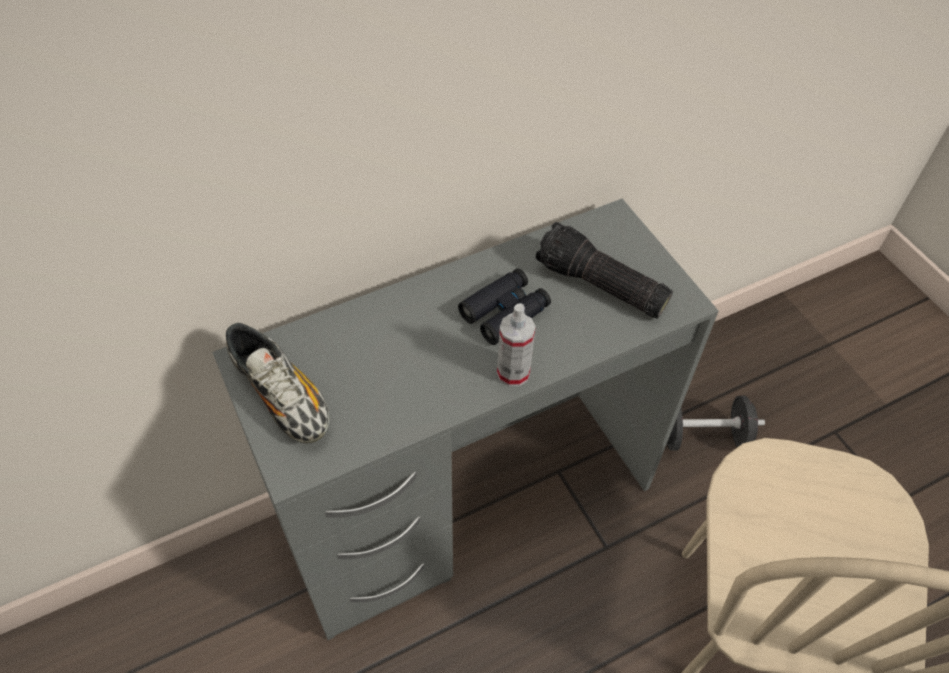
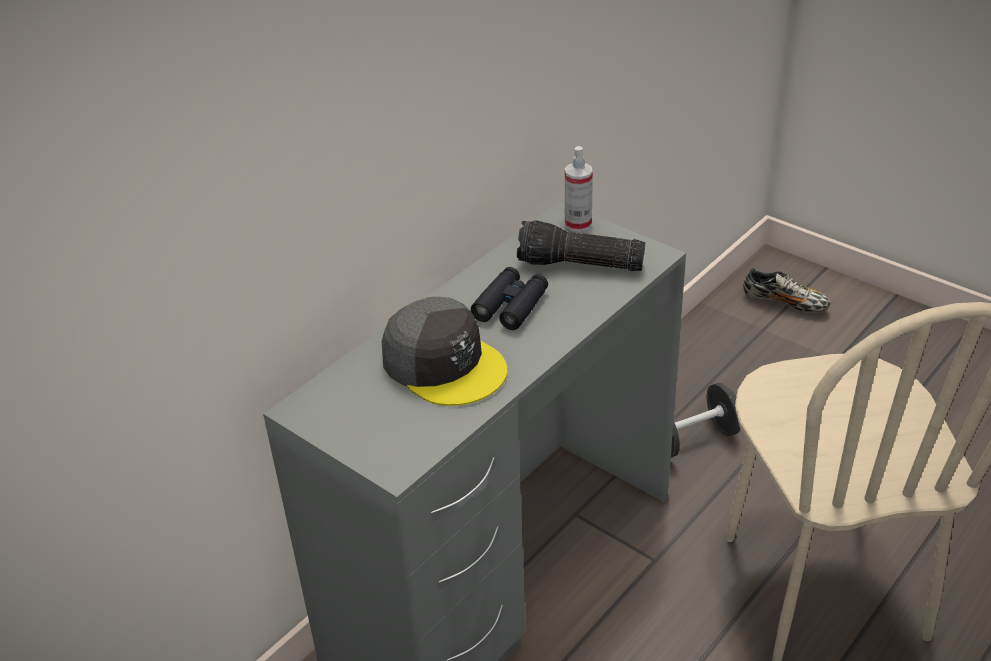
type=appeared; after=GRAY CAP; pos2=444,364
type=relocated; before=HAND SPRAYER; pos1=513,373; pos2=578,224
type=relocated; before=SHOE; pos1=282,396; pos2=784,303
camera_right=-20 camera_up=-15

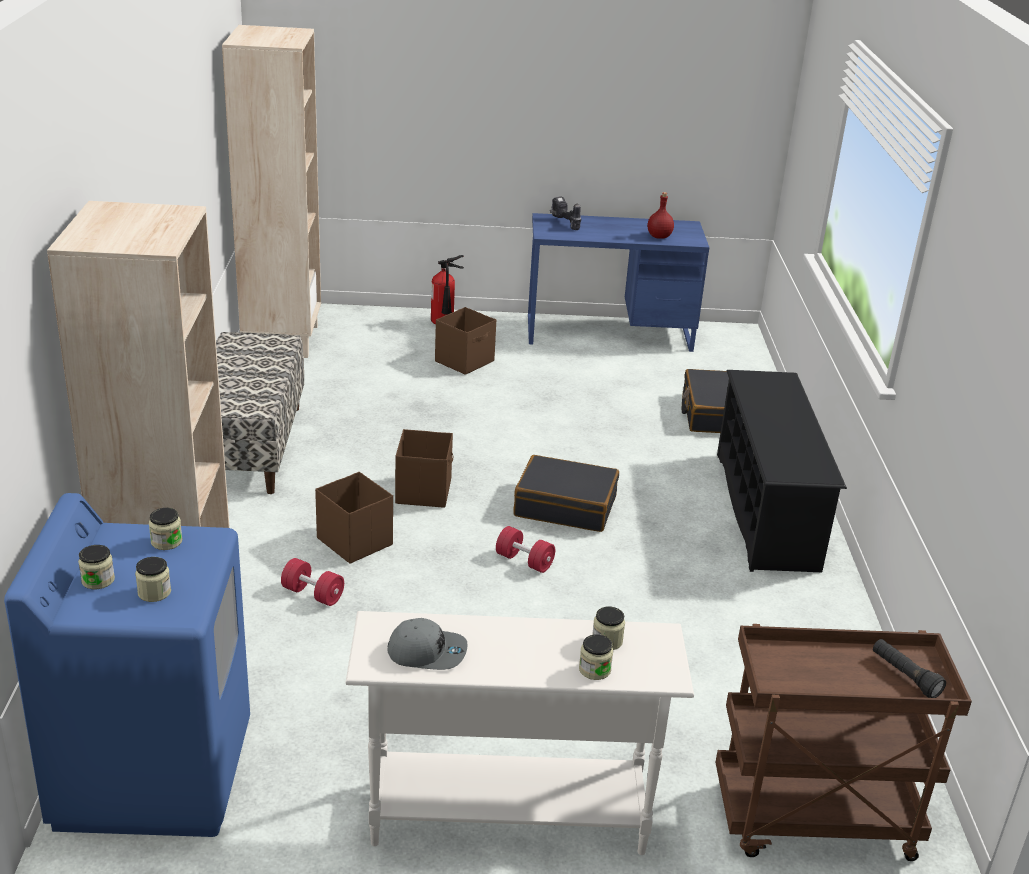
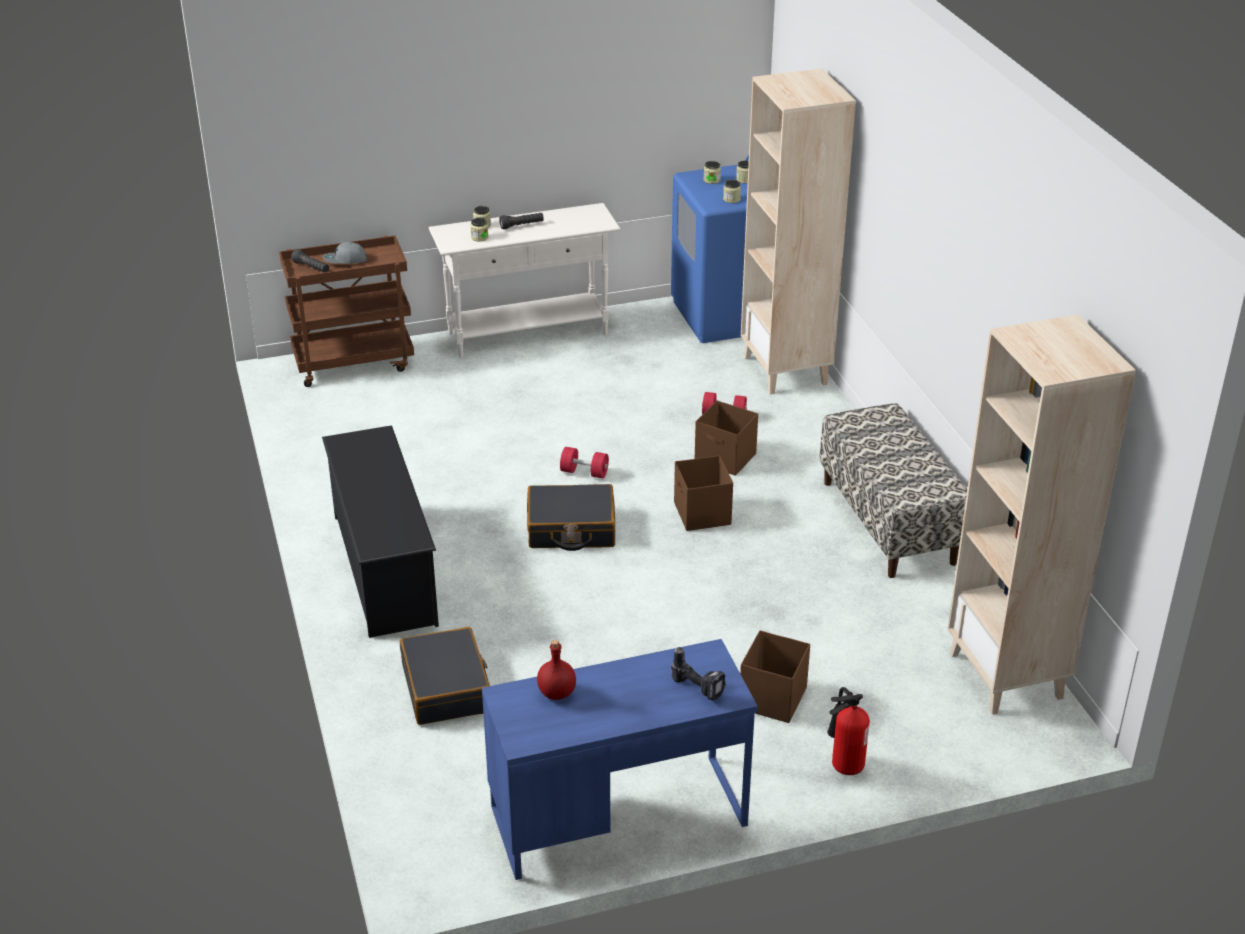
type=relocated; before=GRAY CAP; pos1=427,652; pos2=345,260
type=appeared; after=BLACKISH HAND TORCH; pos2=522,226
camera_right=165 camera_up=5

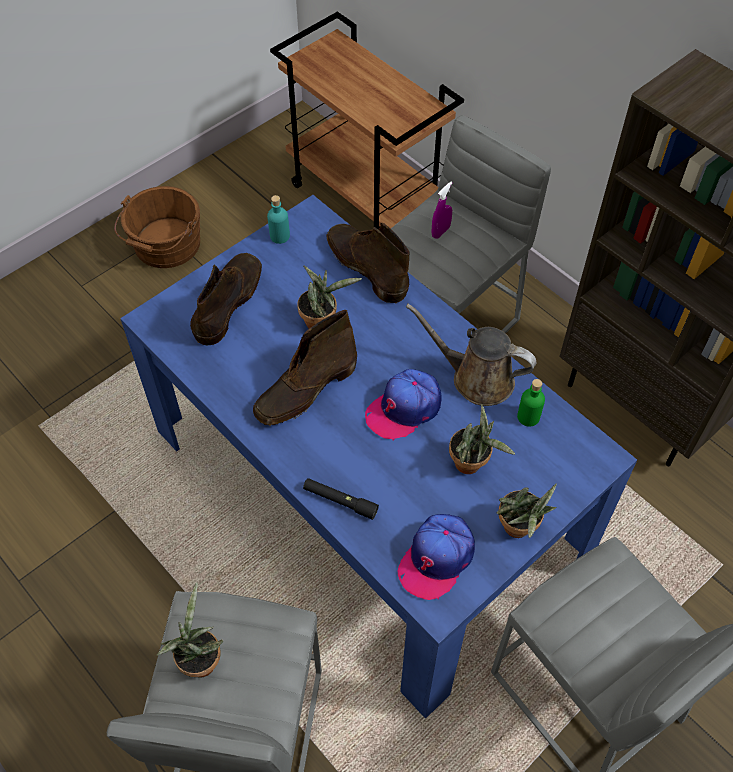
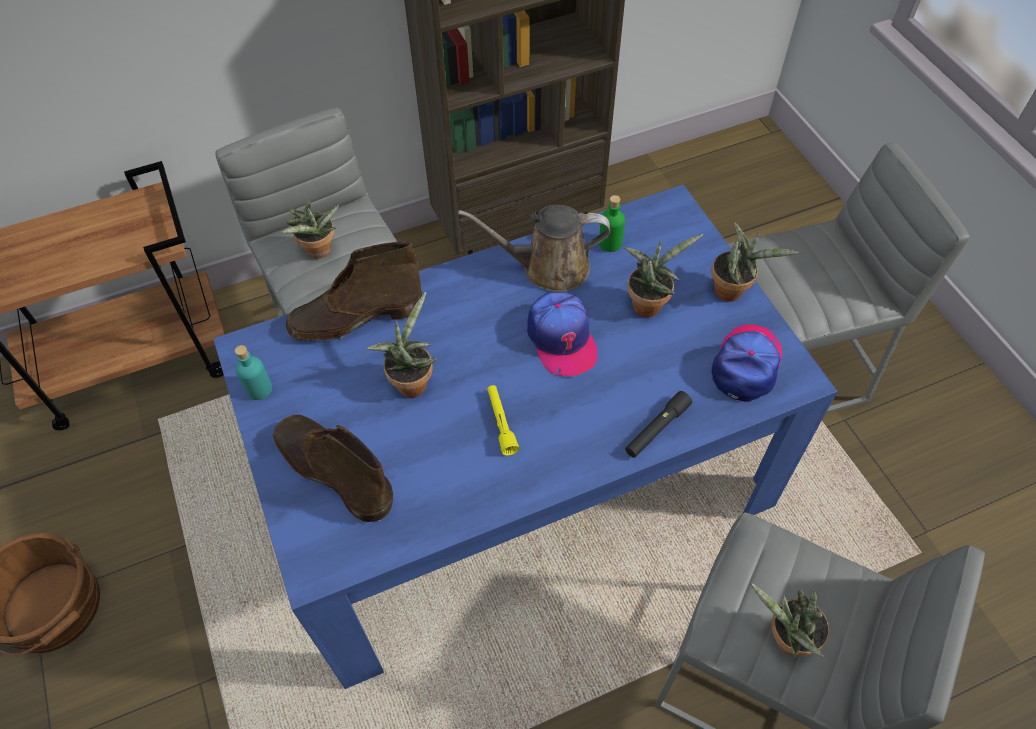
type=exchanged; before=PURPLE HAND SPRAYER; after=PLANT IN A POT; pos1=440,232; pos2=319,253
type=spun; before=BROWNISH WATERING POT; pos1=476,378; pos2=548,268; turn=45
type=exchanged; before=BROWNISH TALL BOOT; after=YELLOW HAND TORCH; pos1=305,390; pos2=501,423
type=spun; before=CAP; pos1=436,558; pos2=747,365; turn=-120
camera_right=-70 camera_up=0

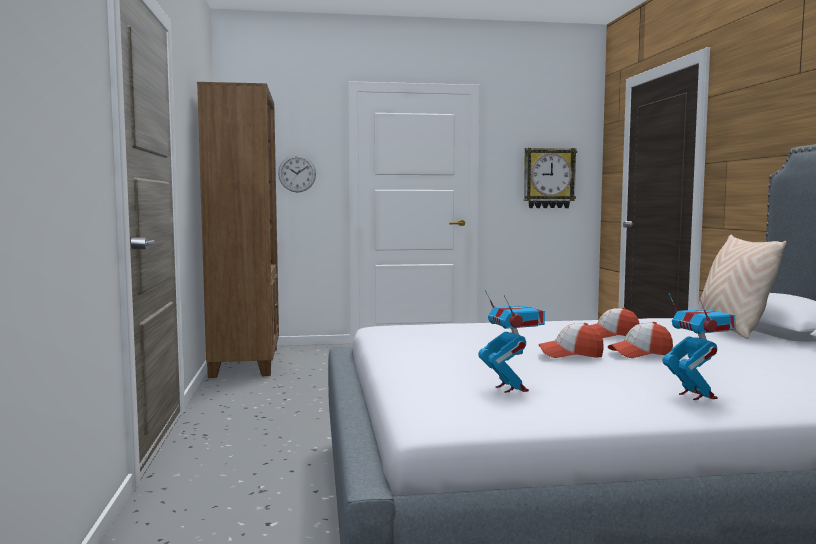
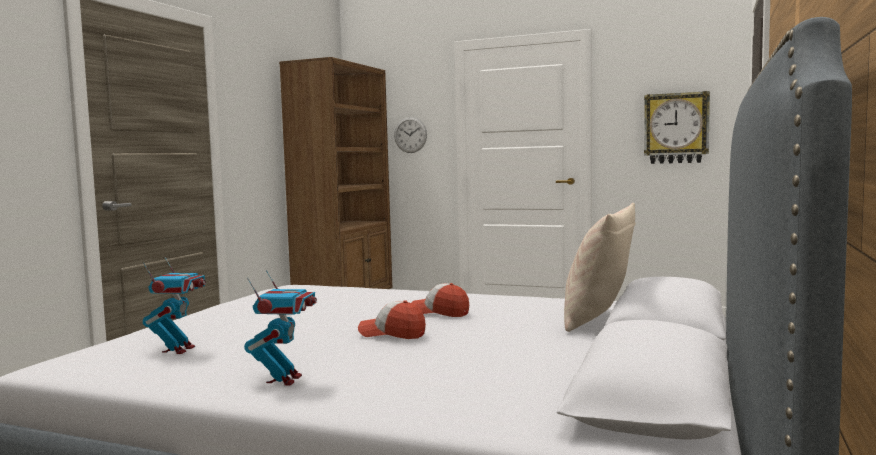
type=missing; before=CAP; pos1=570,354
camera_right=30 camera_up=0

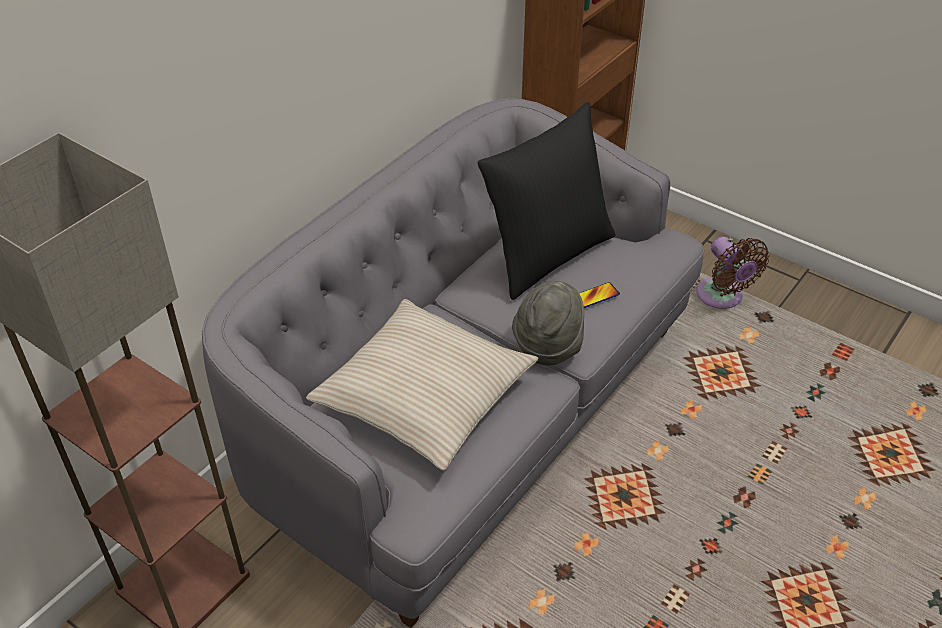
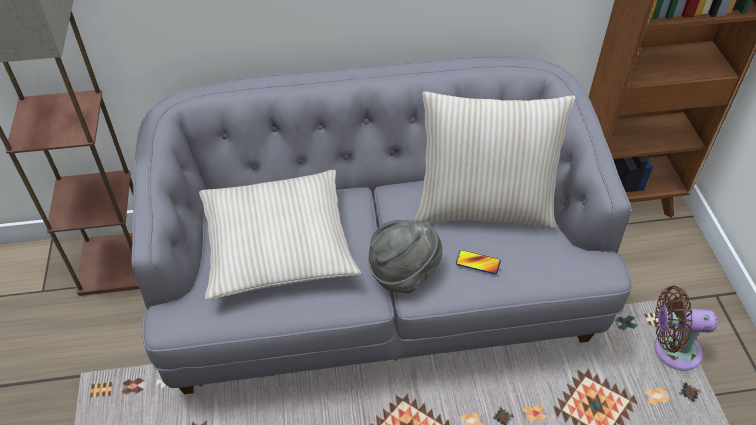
type=colour; before=BLACKISH PILLOW; after=BEIGE-COLOURED PILLOW; pos1=546,255; pos2=484,207
type=spun; before=BROWNISH COOLING FAN; pos1=722,298; pos2=671,350; turn=75
camera_right=45 camera_up=5

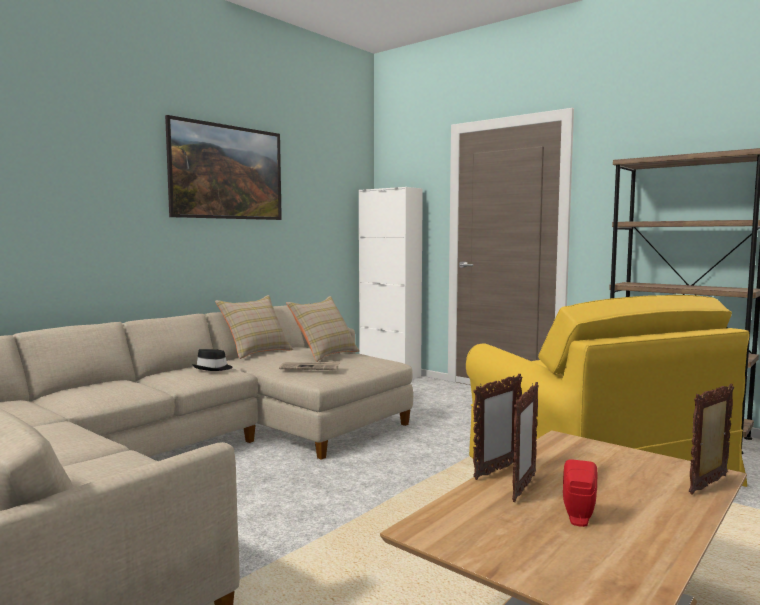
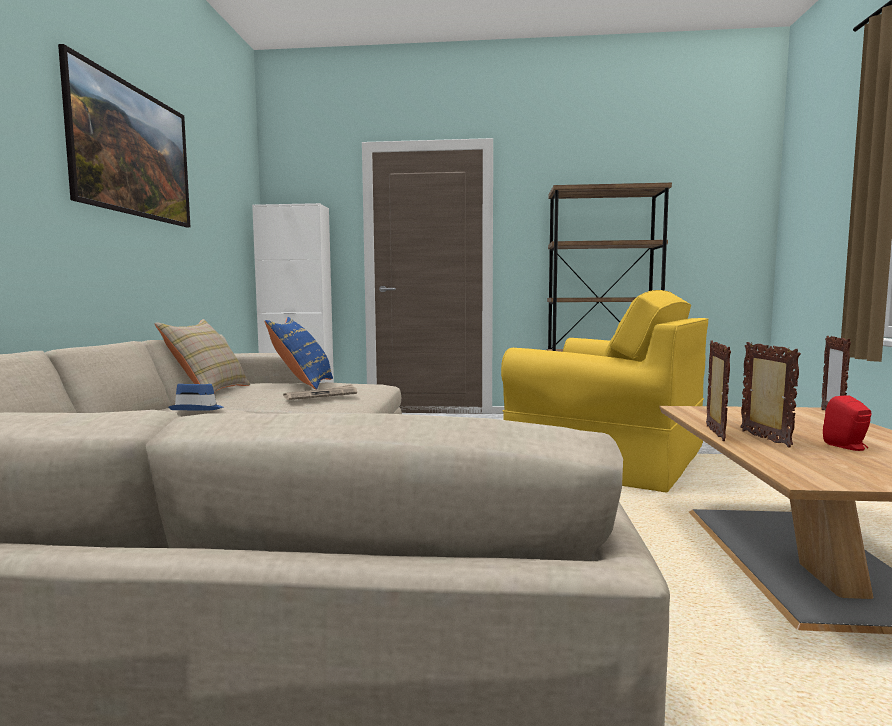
type=colour; before=BLACKISH CLOTHING HAT; after=BLUE-COLOURED CLOTHING HAT; pos1=213,369; pos2=198,409
type=colour; before=BEIGE-COLOURED PILLOW; after=BLUE-COLOURED PILLOW; pos1=324,355; pos2=303,384
camera_right=-35 camera_up=0

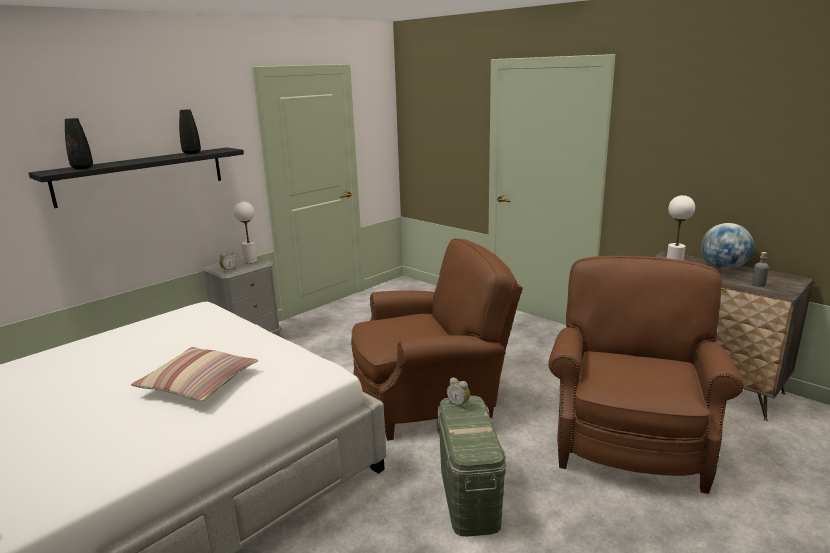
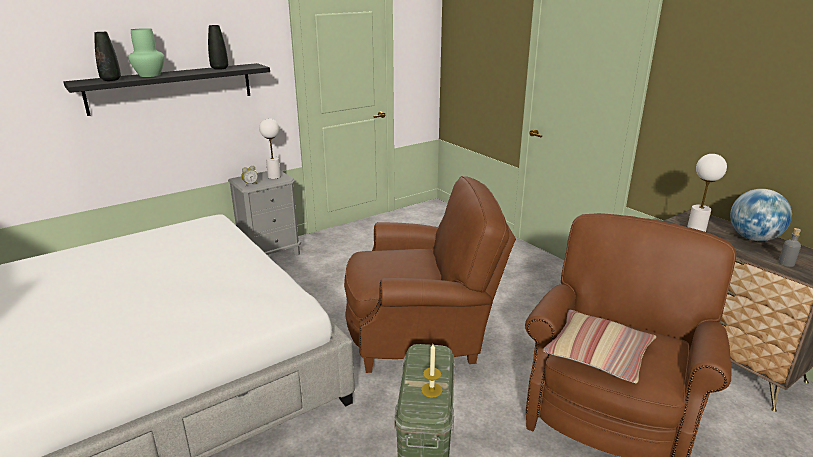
type=appeared; after=GREENISH DECORATIVE VASE; pos2=150,75
type=appeared; after=WAX CANDLE; pos2=431,390
type=relocated; before=PILLOW; pos1=198,384; pos2=598,354
type=missing; before=BEDSIDE CLOCK; pos1=459,404
camera_right=10 camera_up=5

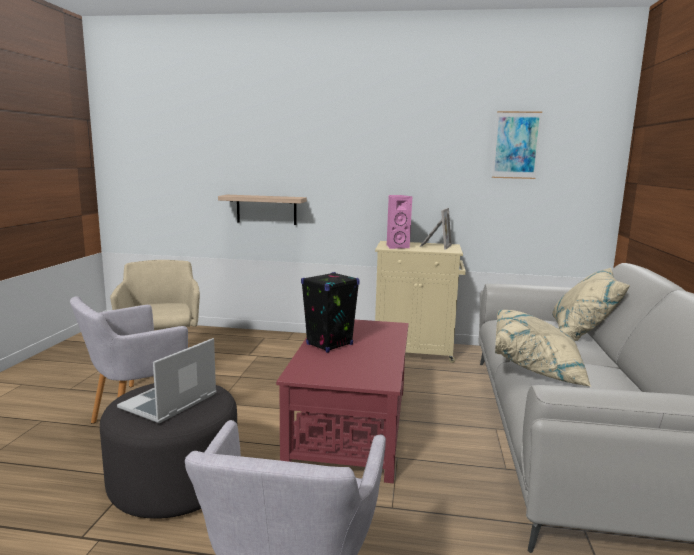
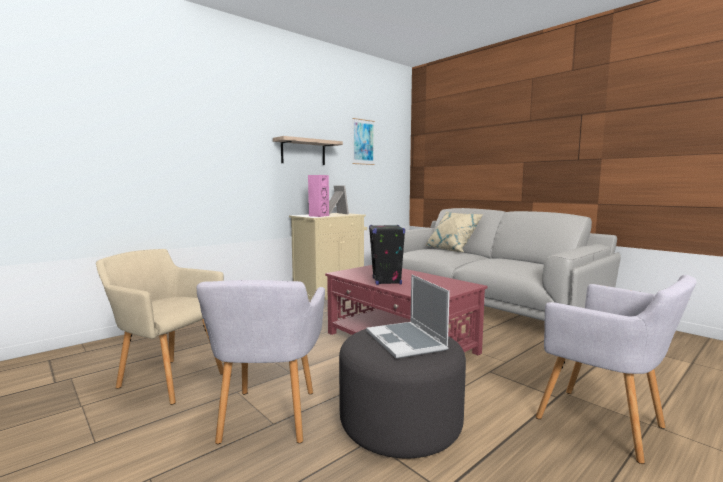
type=relocated; before=BRACKET SHELF; pos1=266,209; pos2=303,152
type=missing; before=BEIGE-COLOURED PILLOW; pos1=537,367
camera_right=-50 camera_up=-5

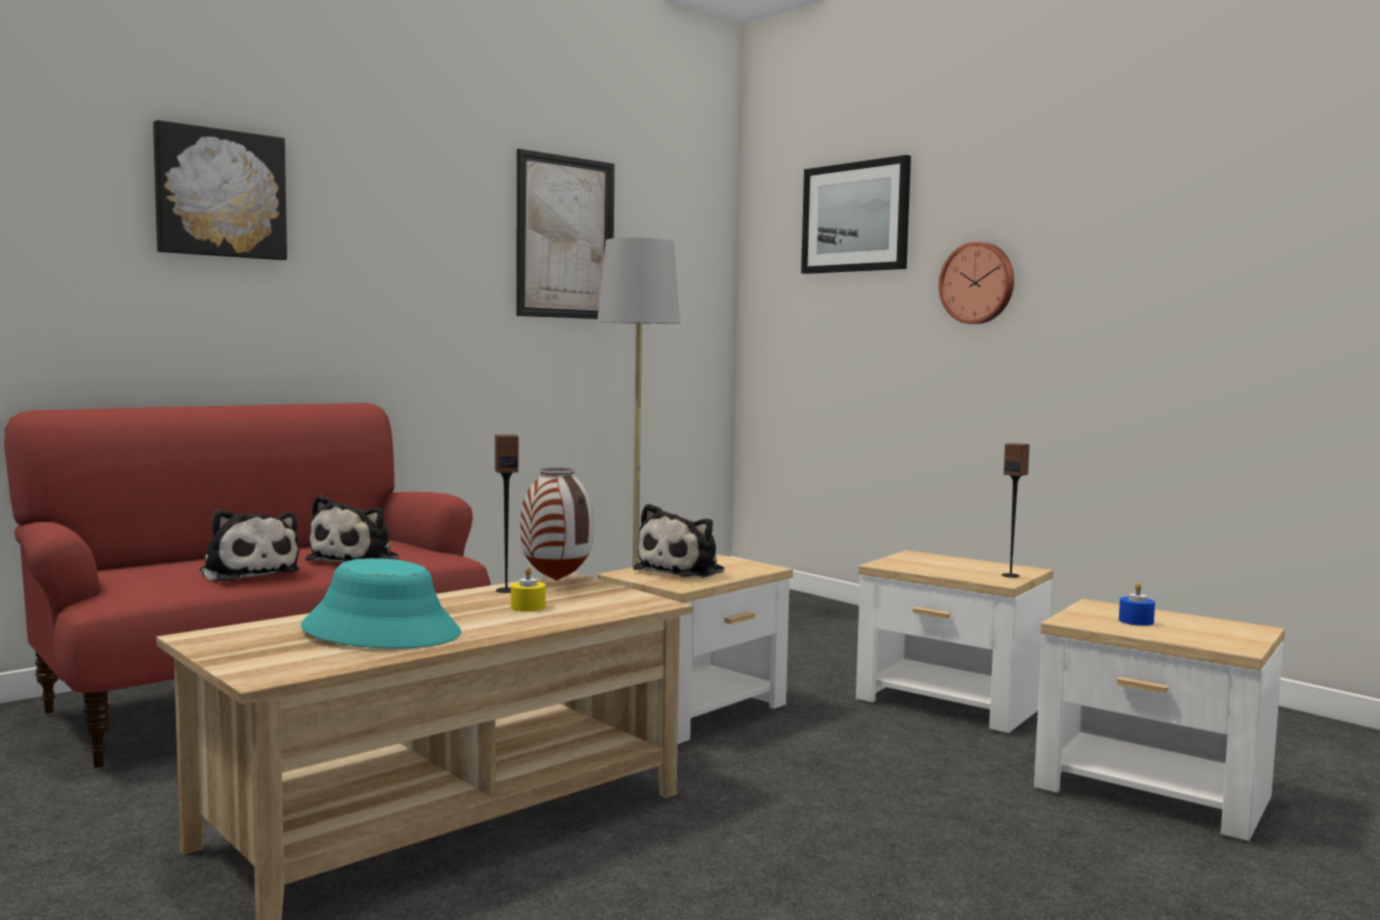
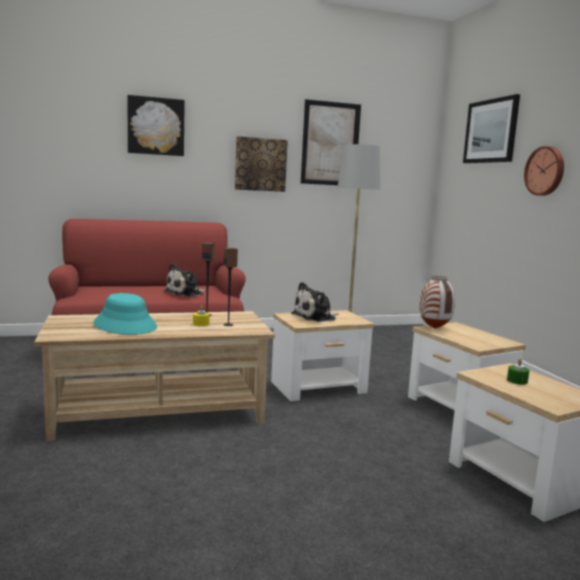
type=relocated; before=SPEAKER; pos1=1010,575; pos2=228,325
type=appeared; after=WALL PICTURE; pos2=260,164
type=relocated; before=DECORATIVE VASE; pos1=558,580; pos2=435,328
type=colour; before=BLUE-COLOURED WAX CANDLE; after=GREENISH WAX CANDLE; pos1=1136,621; pos2=517,380
type=missing; before=PLUSH TOY; pos1=248,573
camera_right=25 camera_up=5

